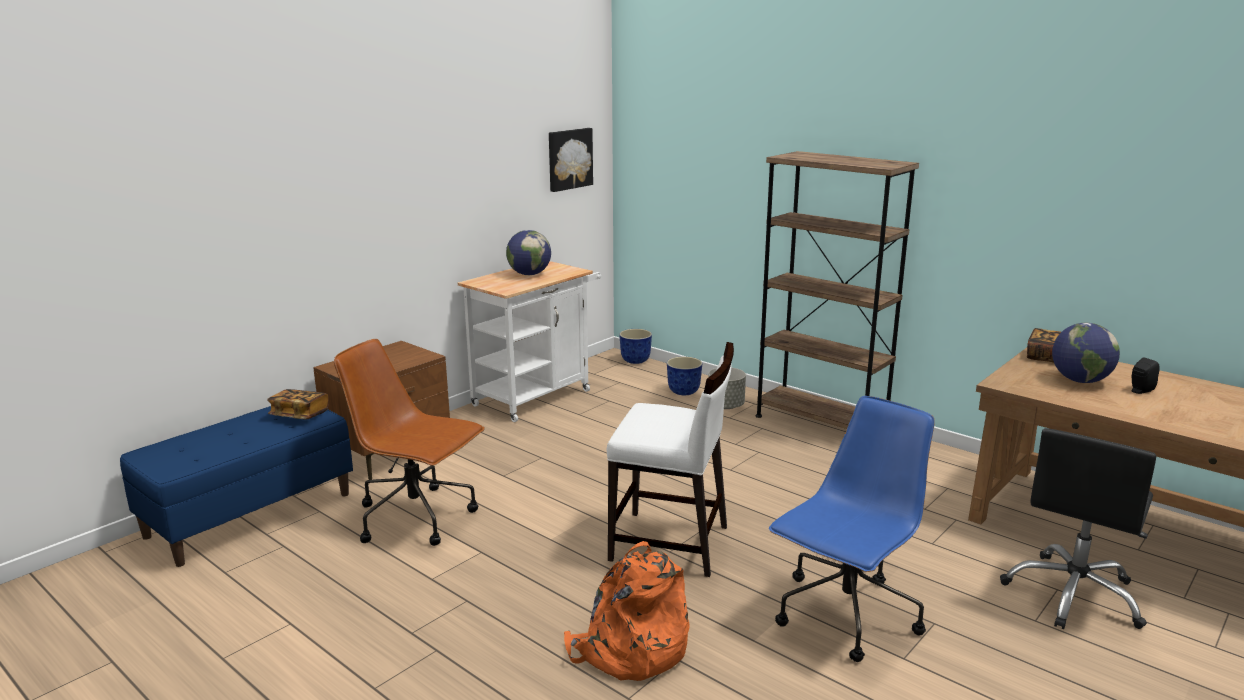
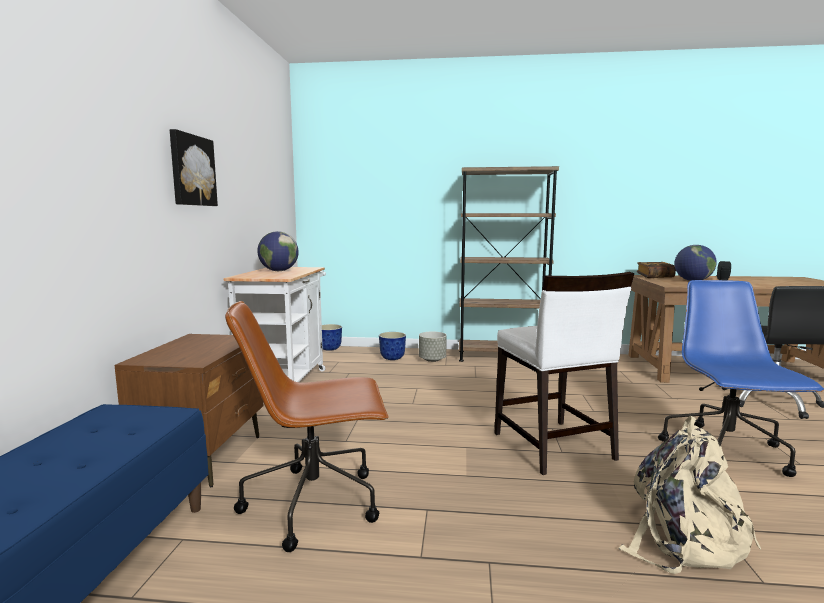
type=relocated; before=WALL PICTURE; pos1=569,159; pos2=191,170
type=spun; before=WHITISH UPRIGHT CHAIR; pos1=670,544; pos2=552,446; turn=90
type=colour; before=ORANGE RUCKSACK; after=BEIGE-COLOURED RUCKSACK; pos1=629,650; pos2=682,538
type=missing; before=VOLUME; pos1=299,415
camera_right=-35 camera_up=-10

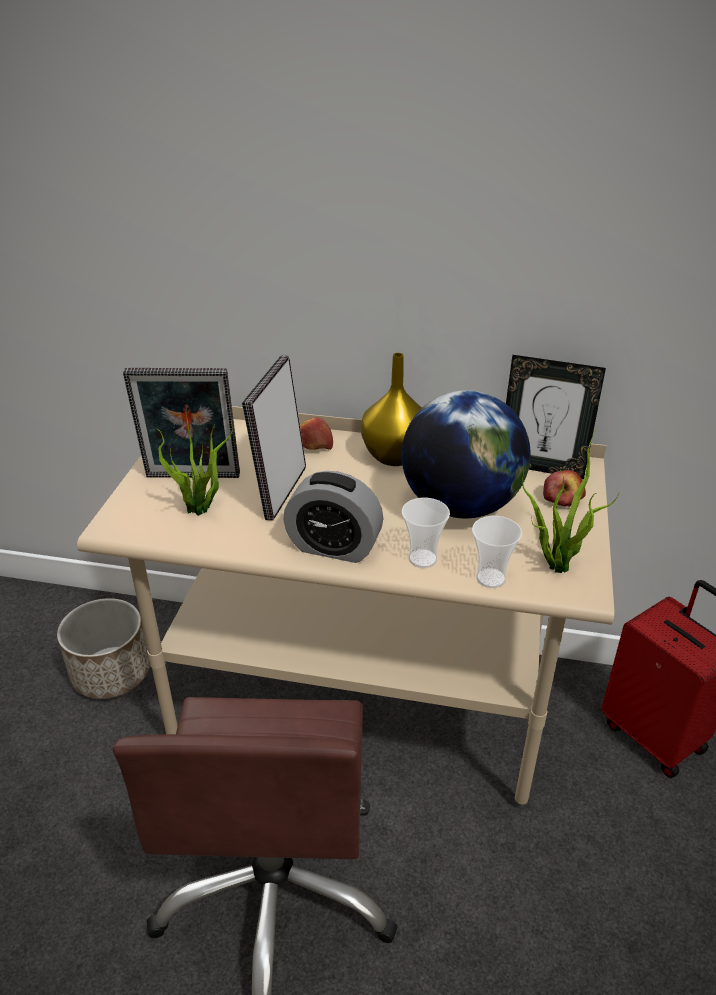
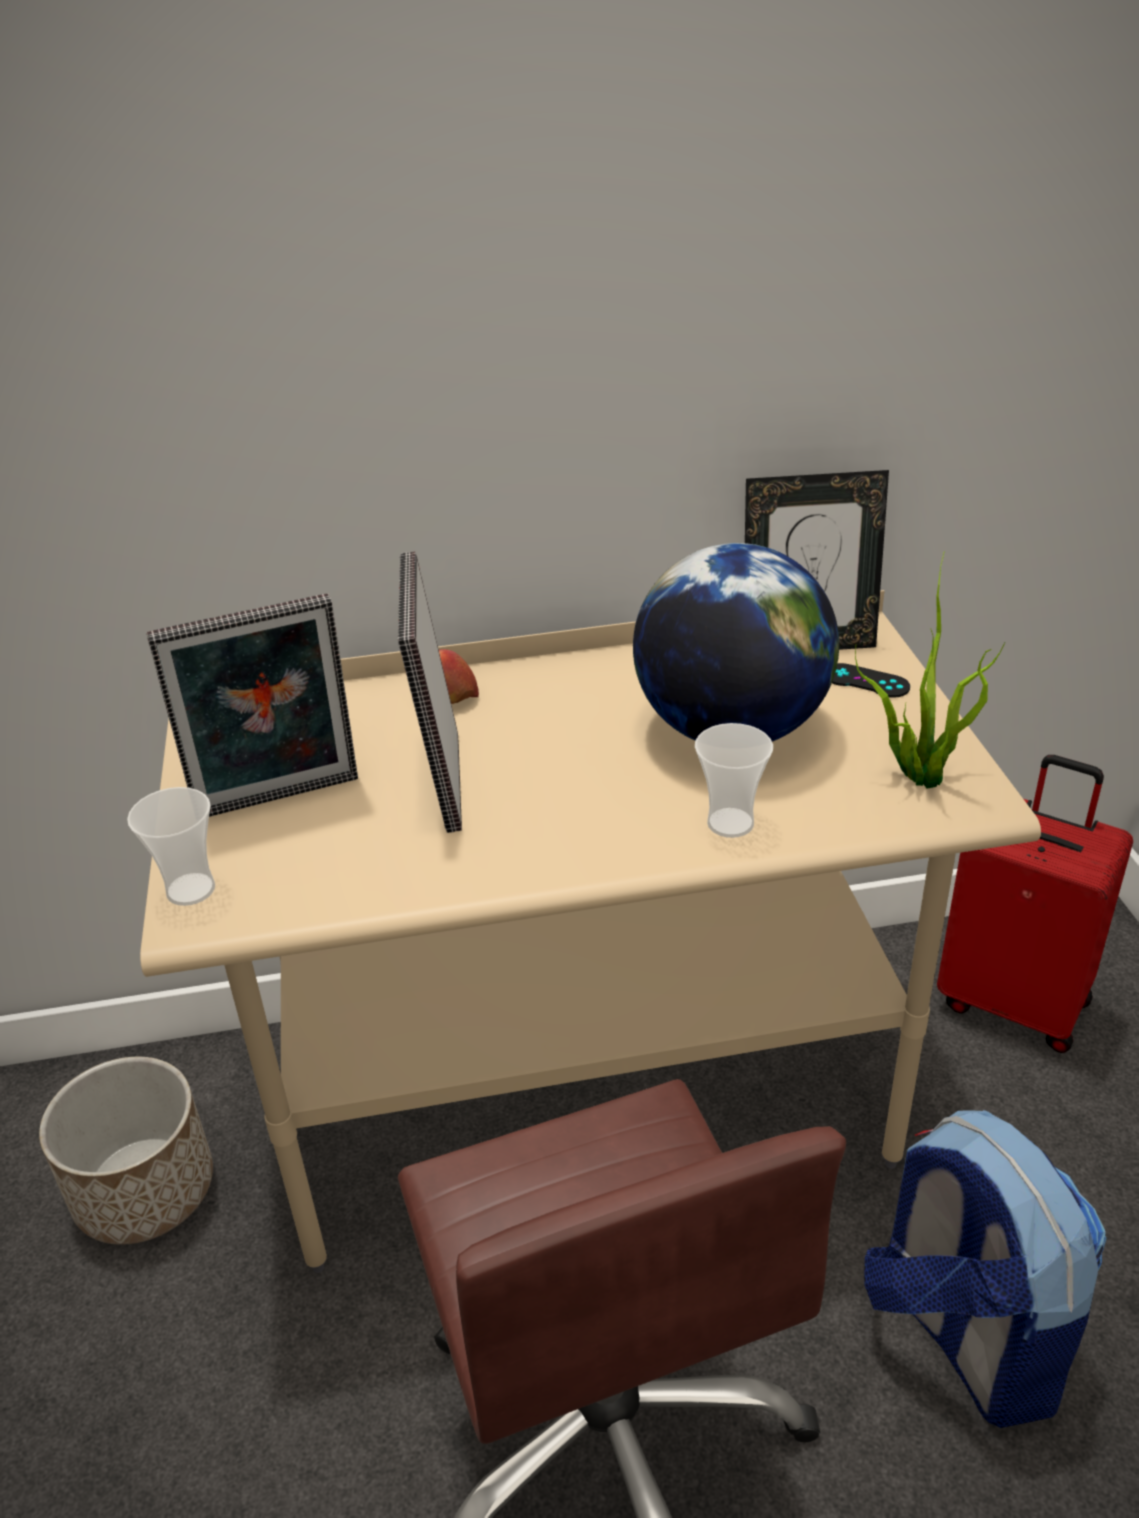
type=relocated; before=CUP; pos1=490,578; pos2=190,890
type=exchanged; before=APPLE FRUIT; after=BLACKISH JOYPAD; pos1=563,498; pos2=866,681
type=appeared; after=RUCKSACK; pos2=963,1334
type=missing; before=PLANT IN A POT; pos1=201,509
type=missing; before=BEDSIDE CLOCK; pos1=334,547
type=missing; before=YELLOW DECORATIVE VASE; pos1=393,456
camera_right=-20 camera_up=0

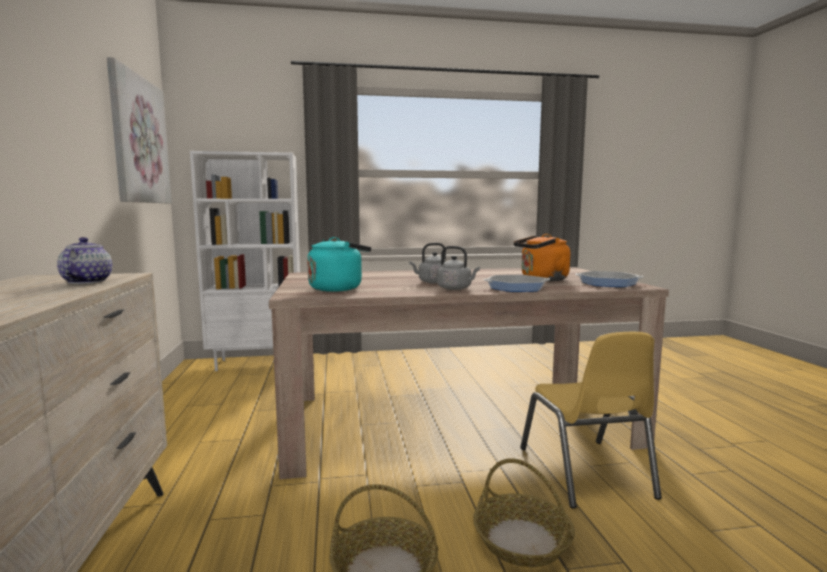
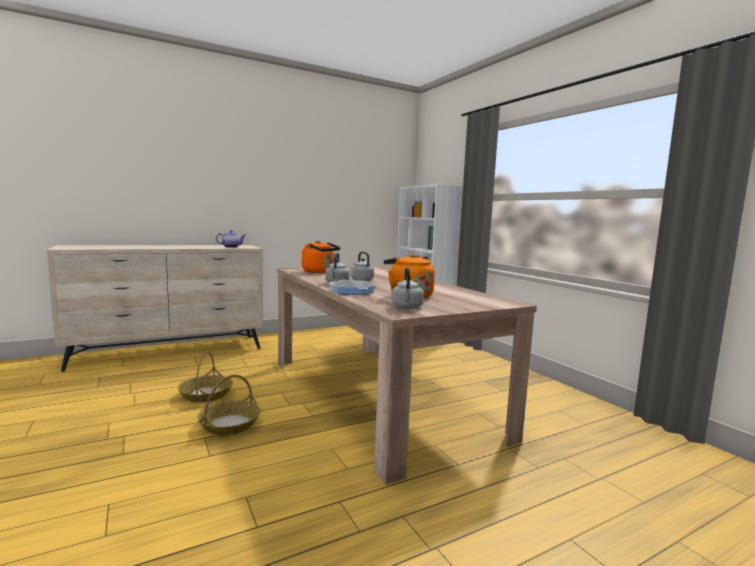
type=colour; before=TURQUOISE-COLOURED KETTLE; after=ORANGE KETTLE; pos1=338,288; pos2=319,272
type=exchanged; before=SKILLET; after=GRAY KETTLE; pos1=608,283; pos2=407,307
type=missing; before=WALL PICTURE; pos1=140,140
type=missing; before=YELLOW UPRIGHT CHAIR; pos1=585,472
camera_right=70 camera_up=0

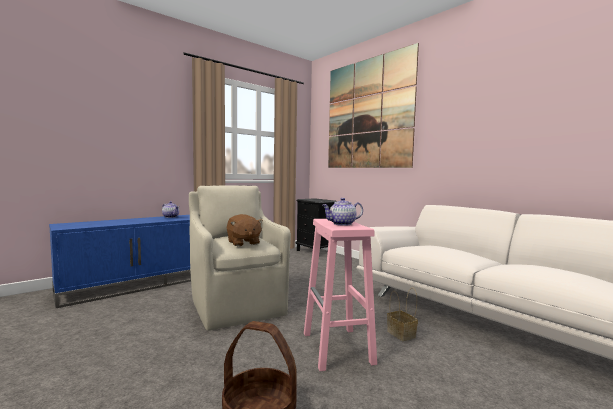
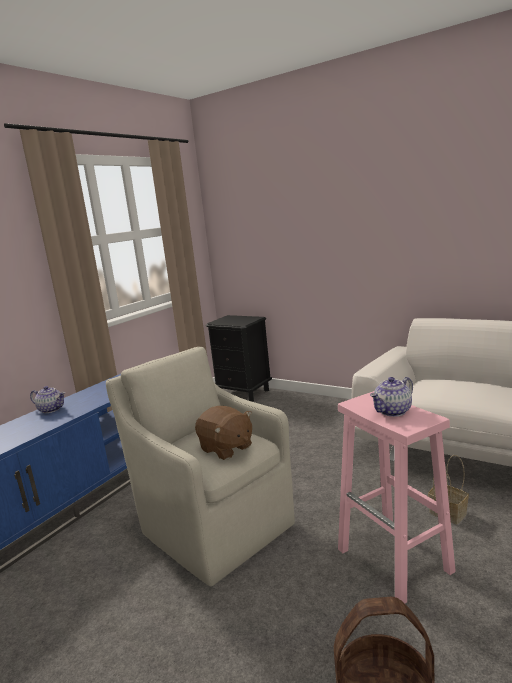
type=missing; before=WALL PICTURE; pos1=367,114
camera_right=-15 camera_up=10

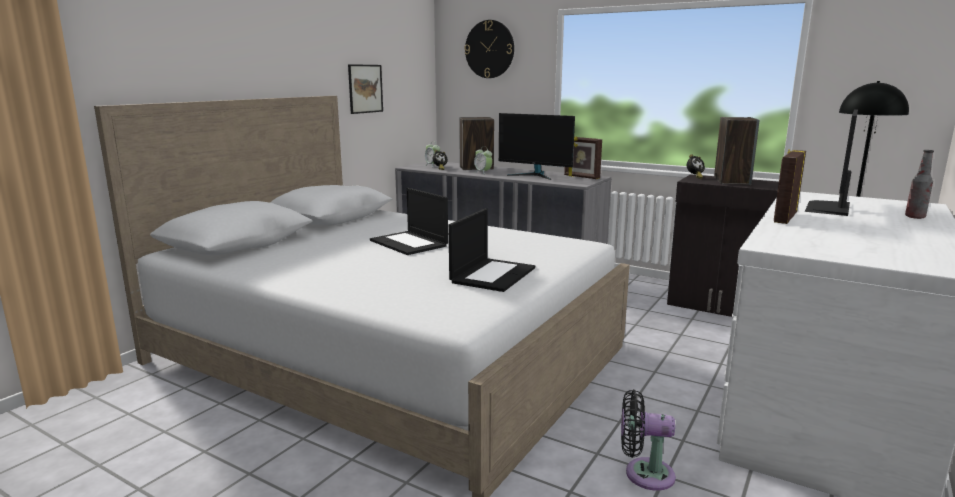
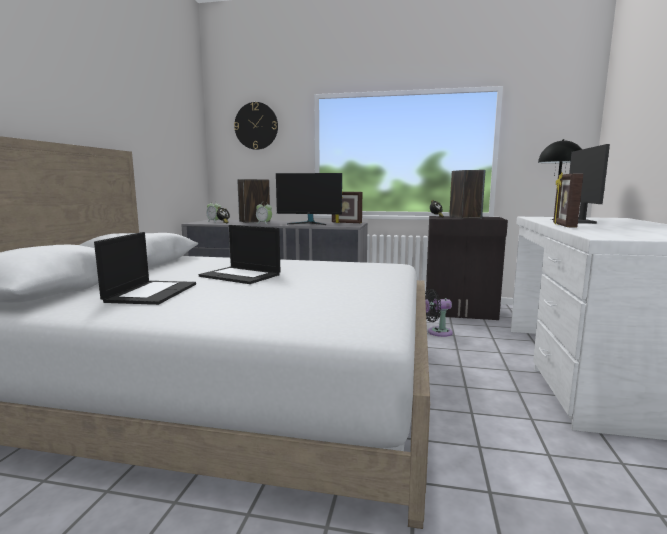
type=relocated; before=LAPTOP; pos1=493,274; pos2=151,292
type=relocated; before=BLACKISH COOLING FAN; pos1=644,474; pos2=437,332
type=missing; before=WALL PICTURE; pos1=365,88
type=missing; before=BEVERAGE BOTTLE; pos1=915,217
camera_right=-20 camera_up=-5

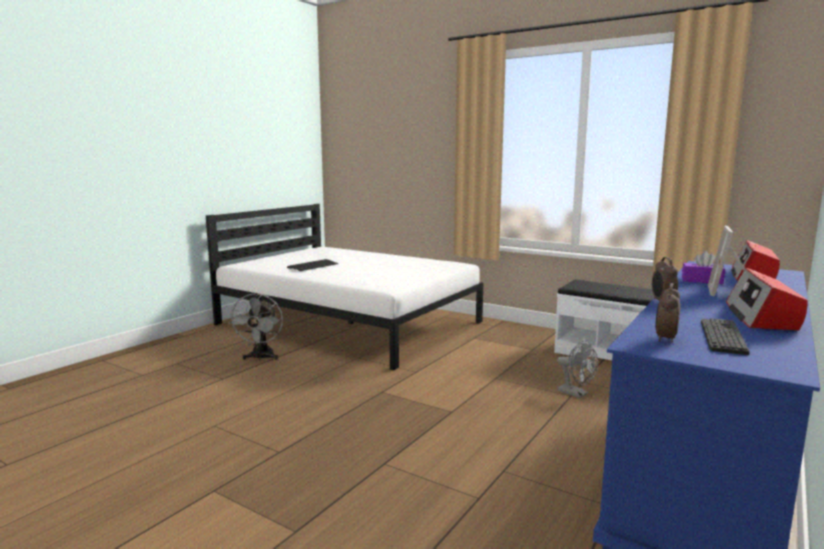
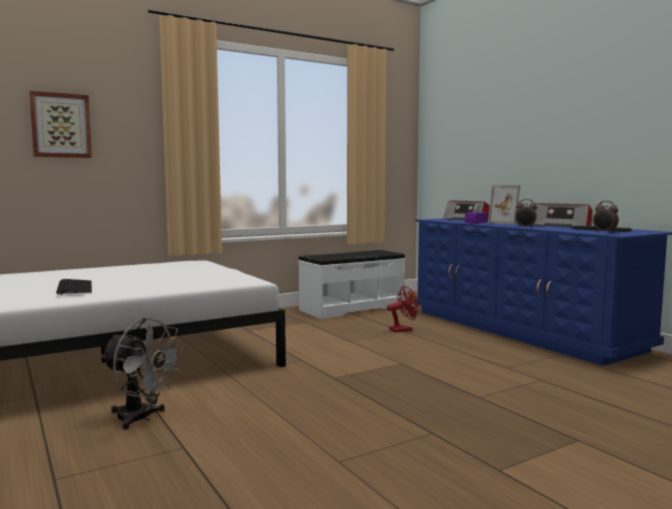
type=appeared; after=WALL PICTURE; pos2=61,125
type=colour; before=GRAY COOLING FAN; after=REDDISH COOLING FAN; pos1=576,394; pos2=403,330
camera_right=-65 camera_up=-5

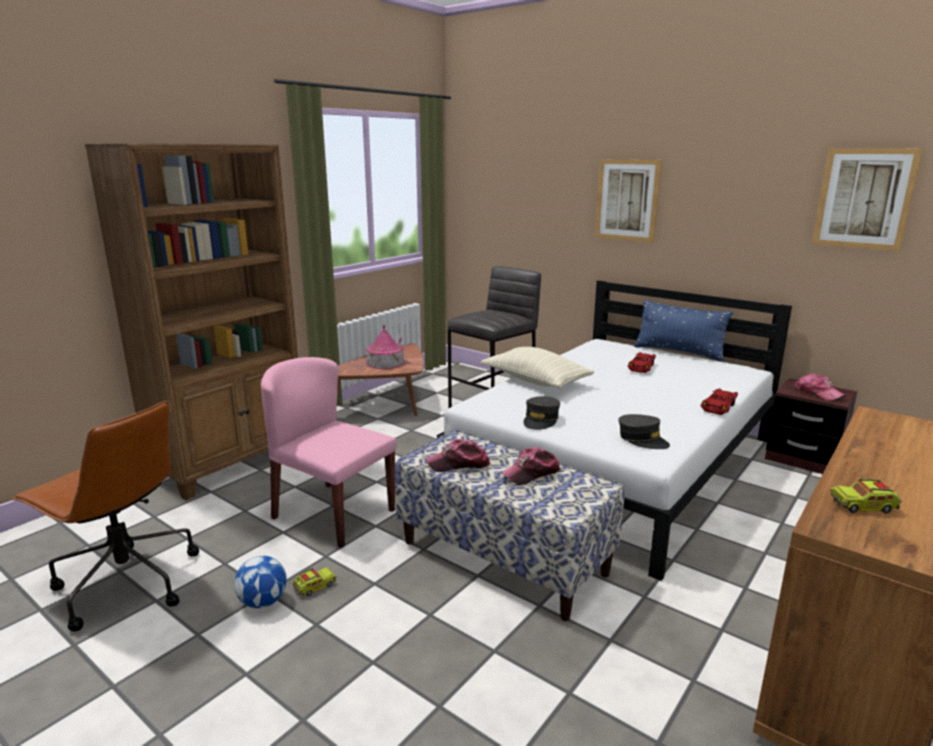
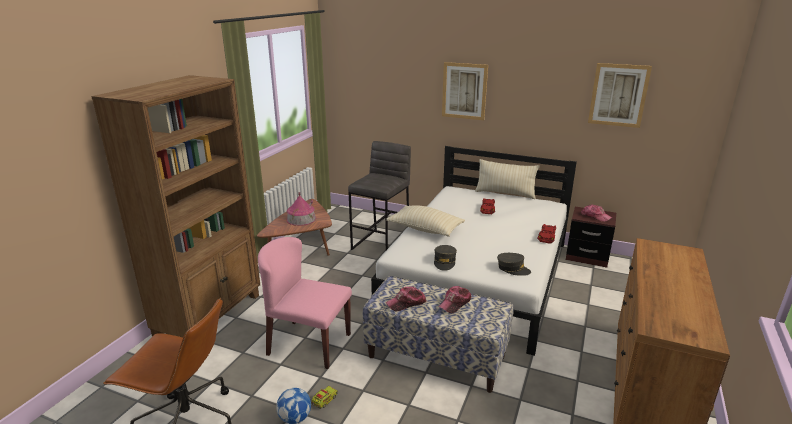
type=colour; before=BLUE-COLOURED PILLOW; after=BEIGE-COLOURED PILLOW; pos1=679,352; pos2=505,193
type=missing; before=TOY LORRY; pos1=863,506
camera_right=-15 camera_up=5

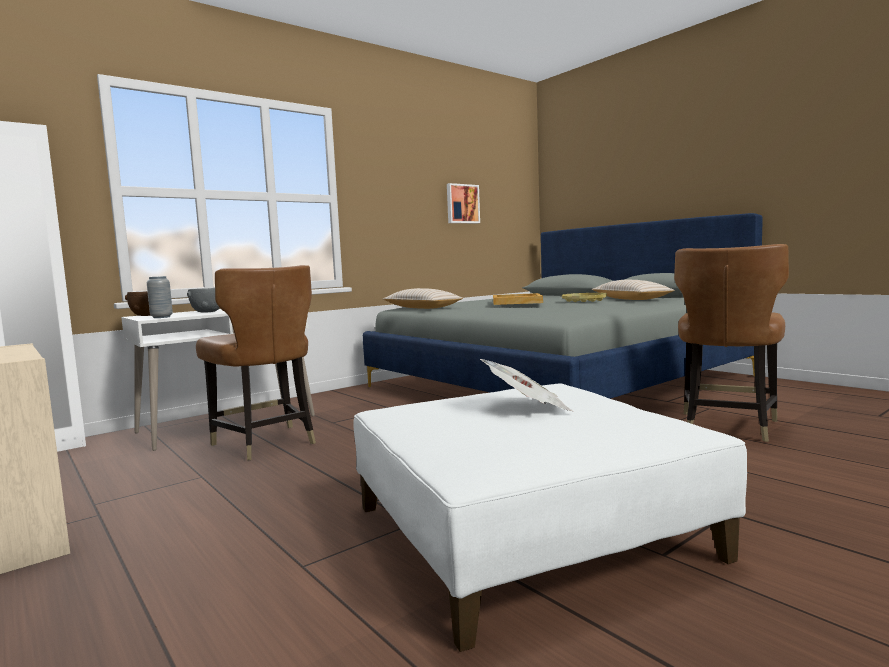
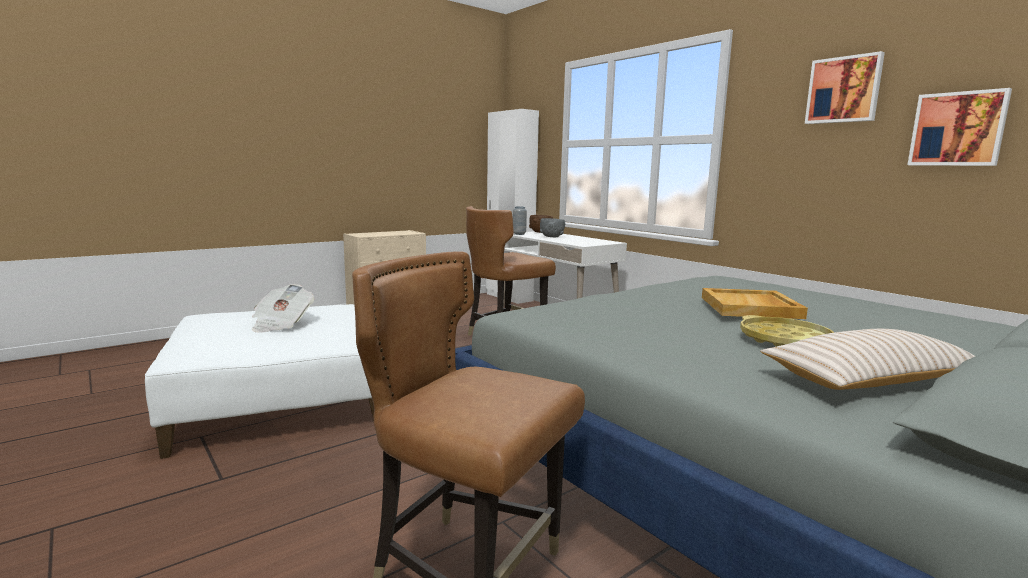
type=appeared; after=WALL PICTURE; pos2=844,90
type=missing; before=BEIGE-COLOURED PILLOW; pos1=422,308
camera_right=90 camera_up=5

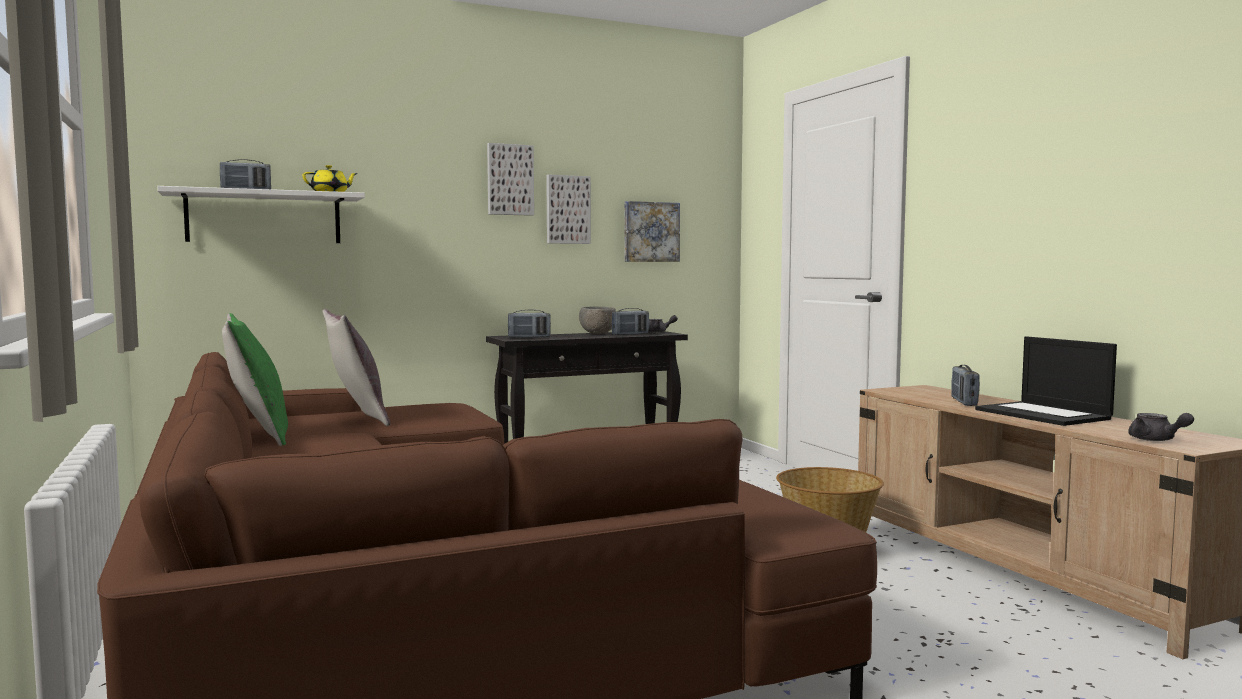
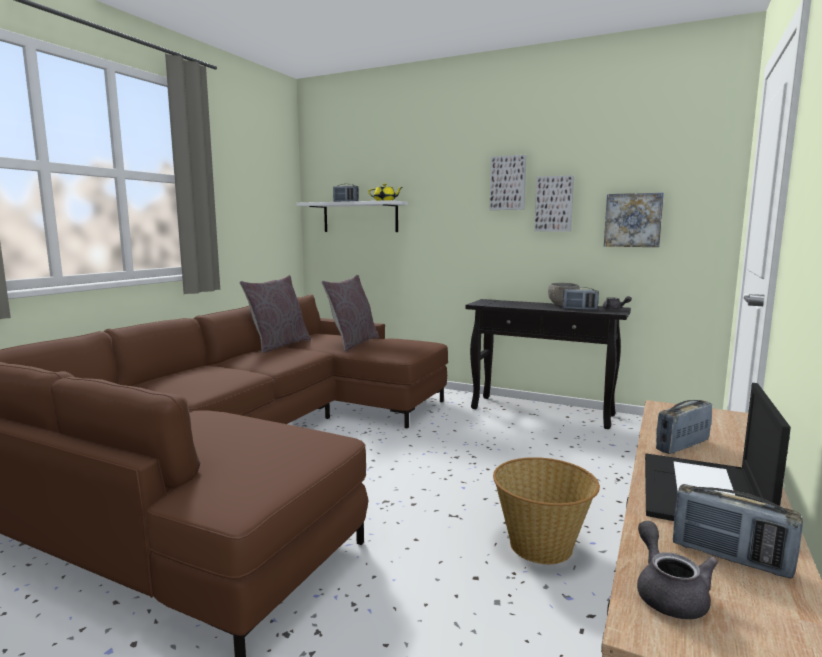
type=colour; before=GREENISH PILLOW; after=GRAY PILLOW; pos1=258,437; pos2=278,345
type=spun; before=GRAY TEA POT; pos1=1156,440; pos2=668,593; turn=150
type=relocated; before=RADIO RECEIVER; pos1=529,337; pos2=730,557
camera_right=50 camera_up=5

